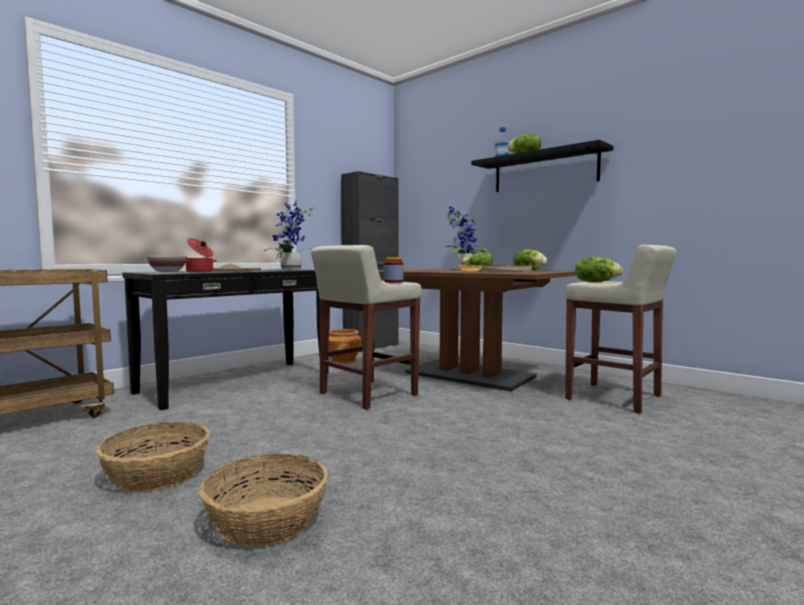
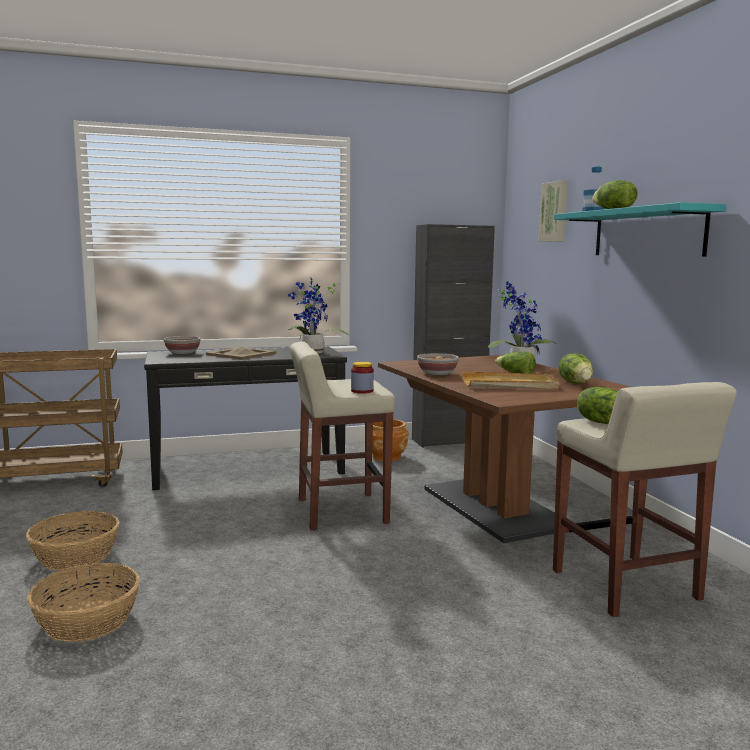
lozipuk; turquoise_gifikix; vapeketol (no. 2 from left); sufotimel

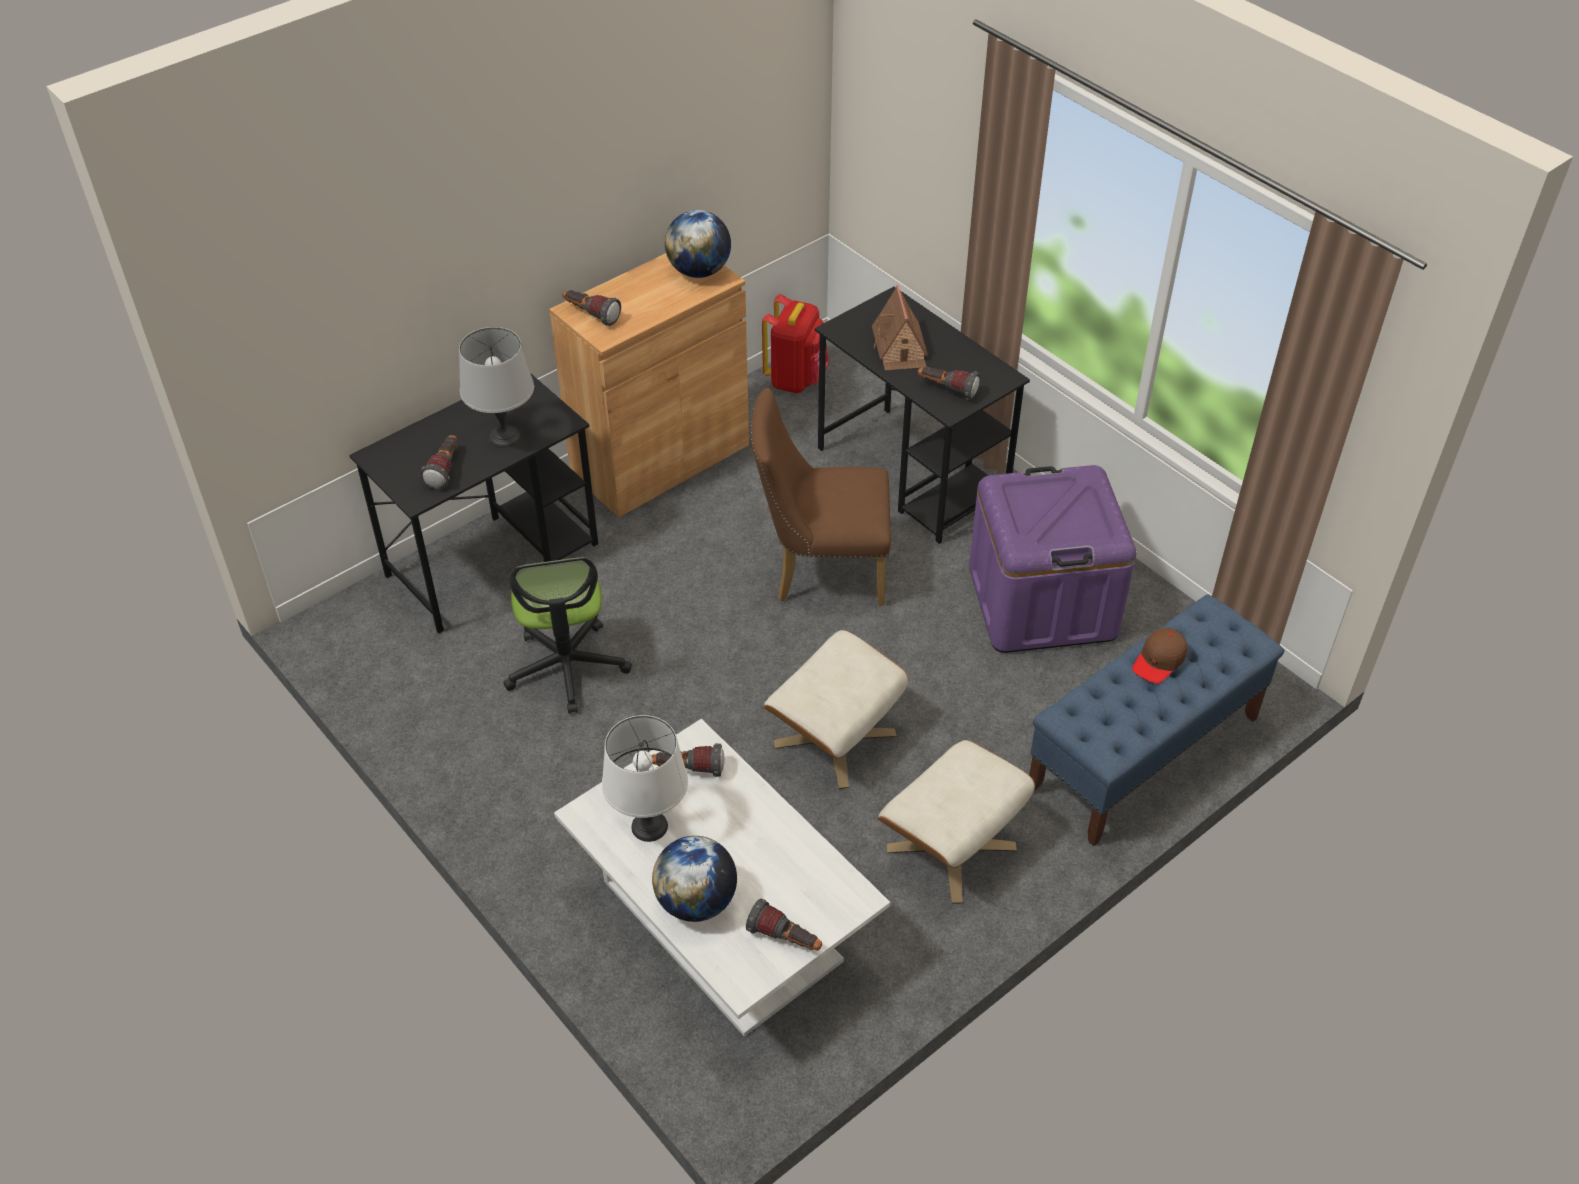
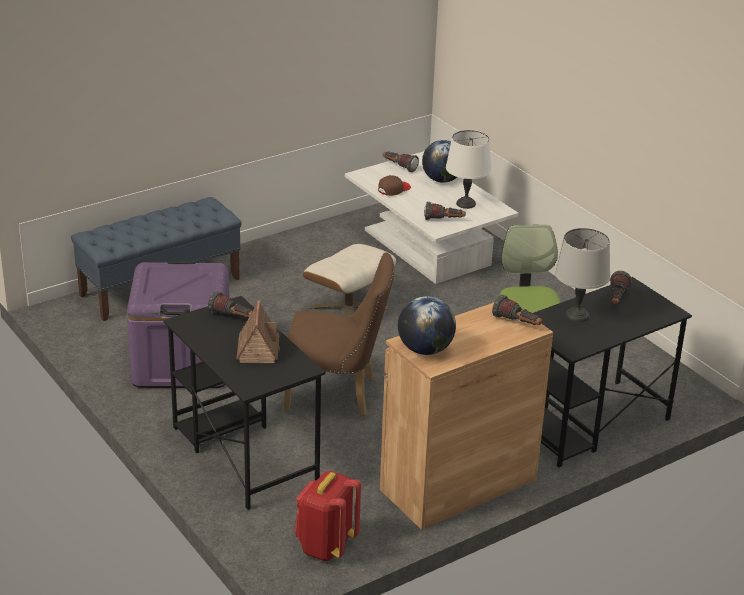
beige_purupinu (no. 2 from left in the first image); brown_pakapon

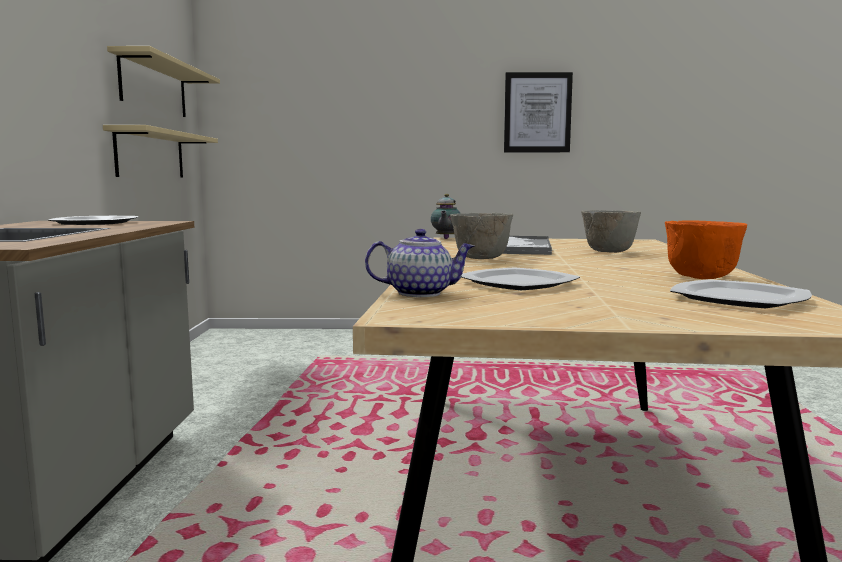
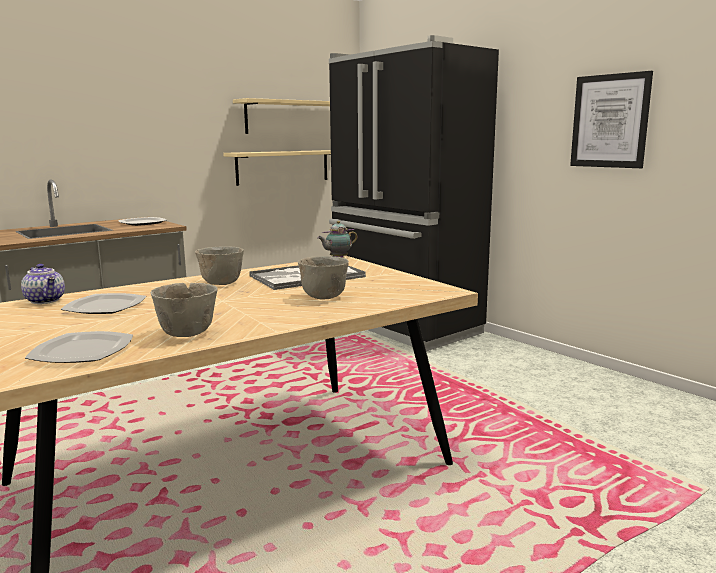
grey_vapeketol (no. 1 from left); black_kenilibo

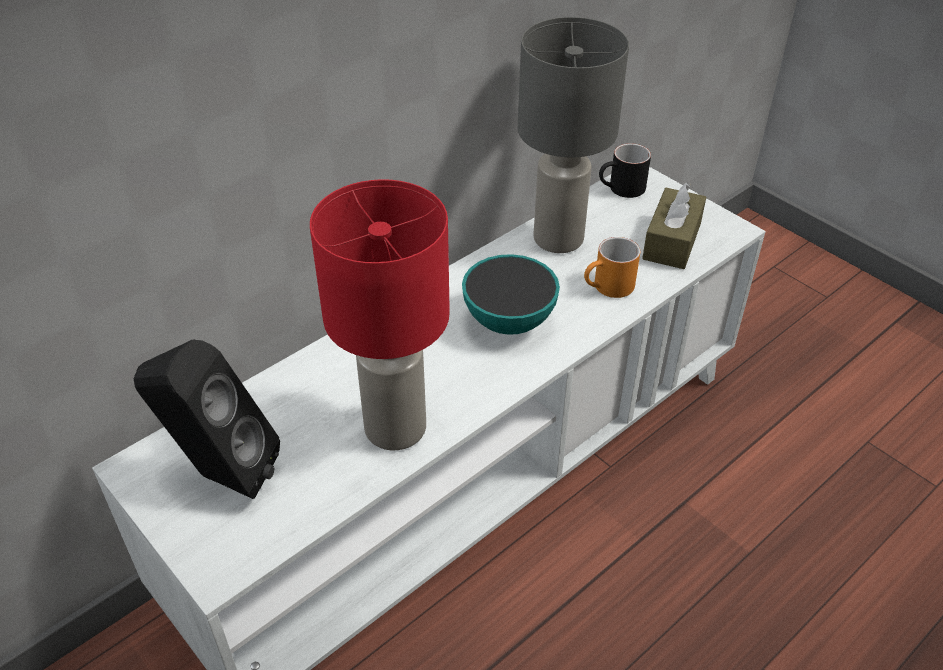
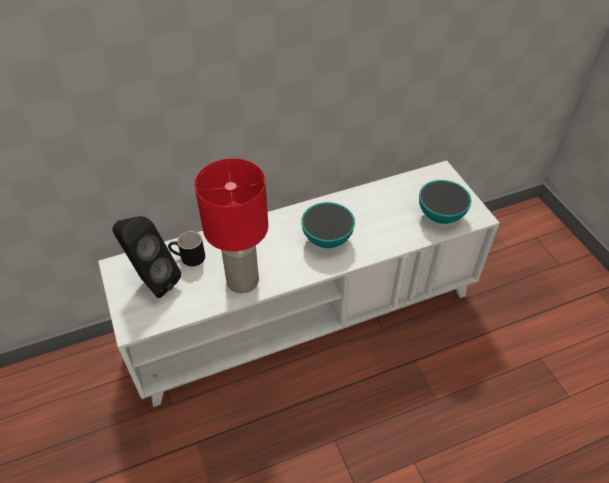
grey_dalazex; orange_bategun; black_bategun; vapeketol (no. 2 from left)

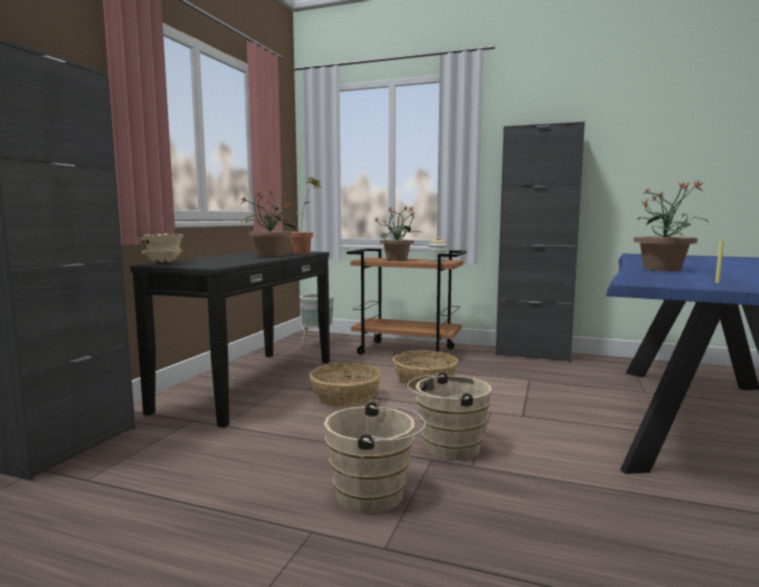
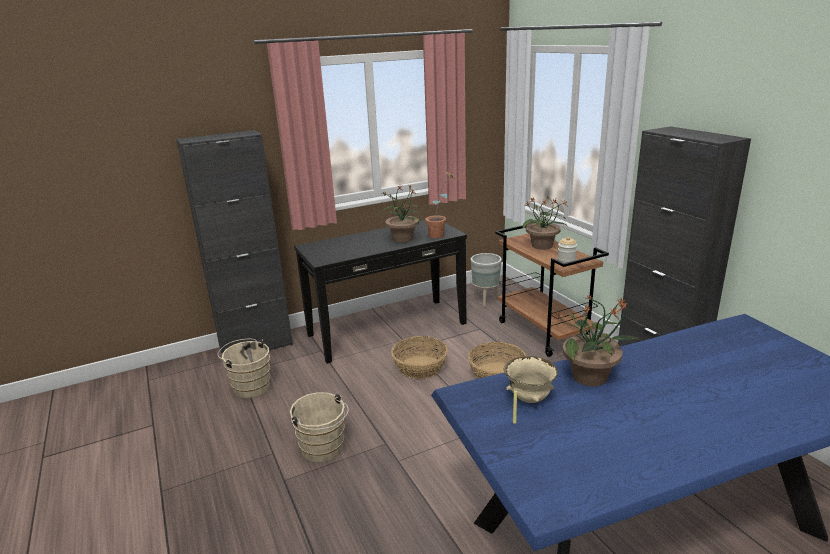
beige_vapeketol; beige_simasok (no. 1 from left)

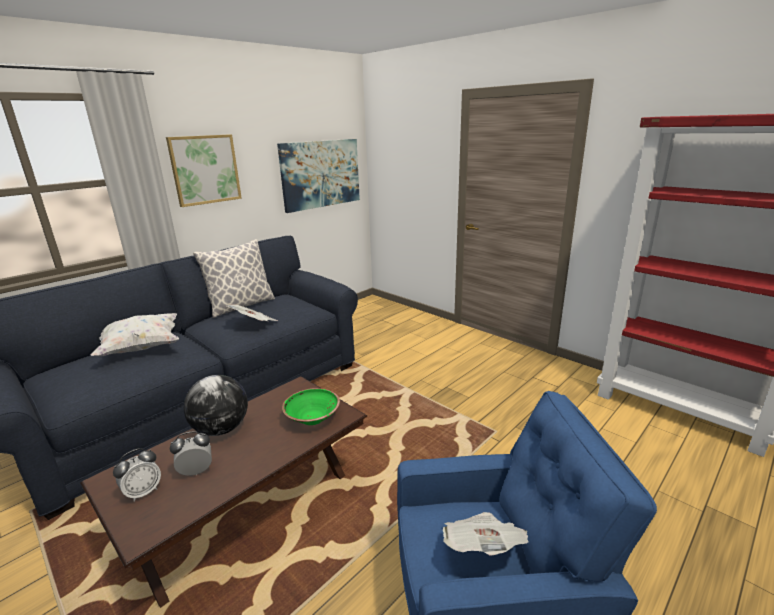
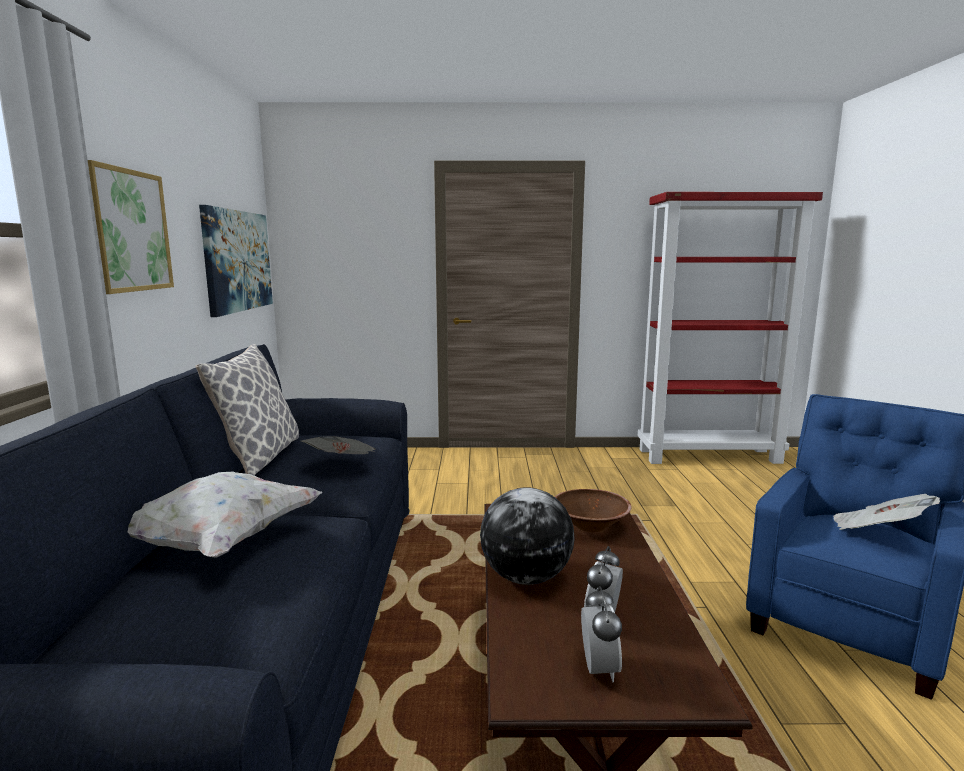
brown_vapeketol

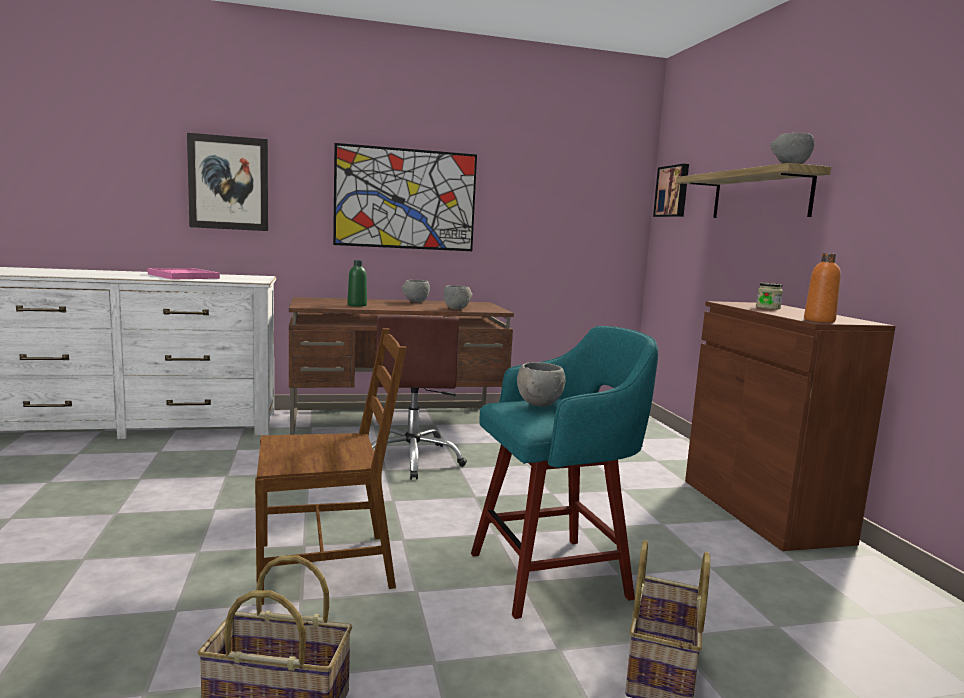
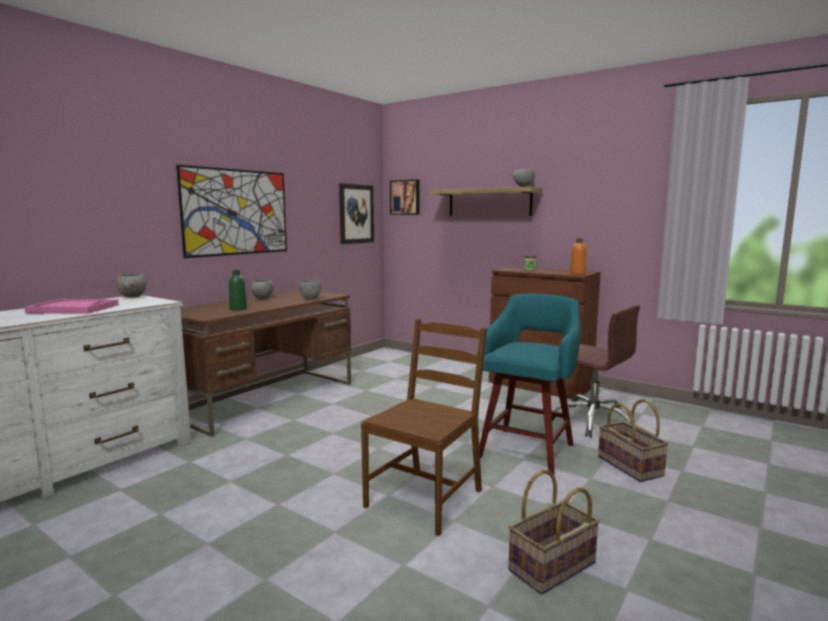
sufotimel (no. 2 from left); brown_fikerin; grey_vapeketol (no. 1 from left)

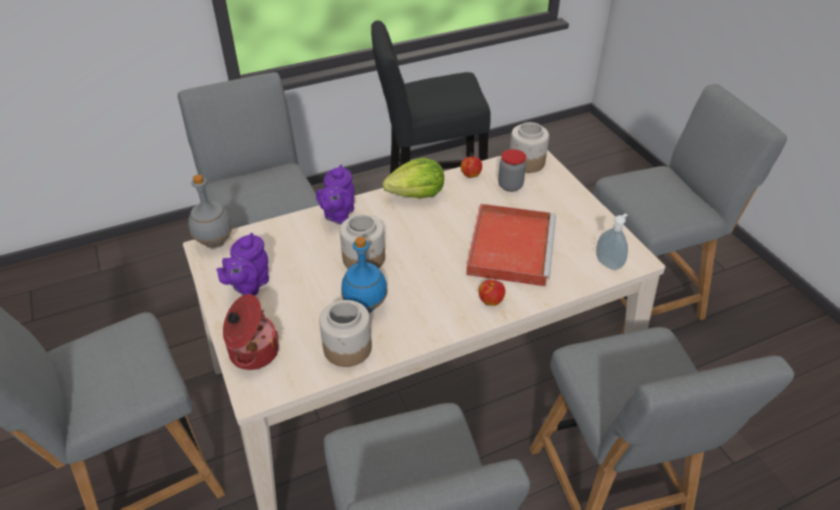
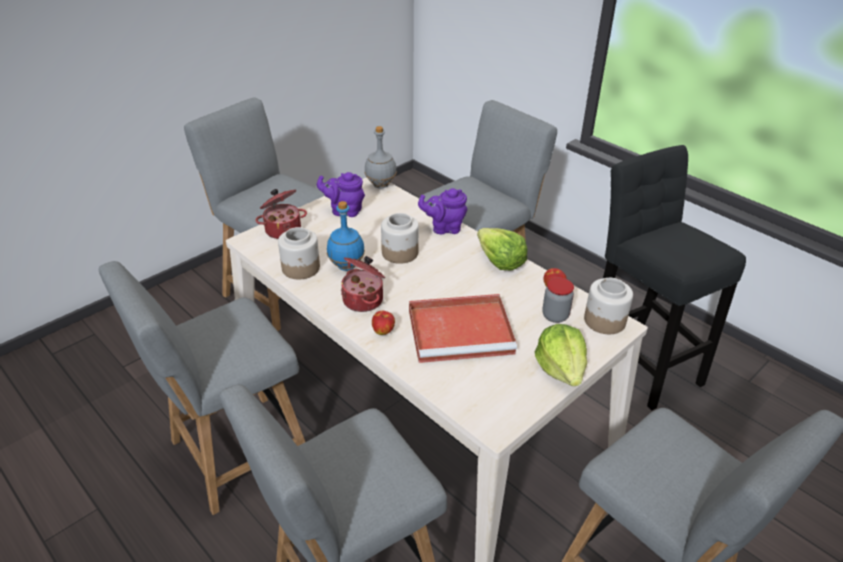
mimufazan; lozipuk (no. 2 from left); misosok (no. 2 from left)

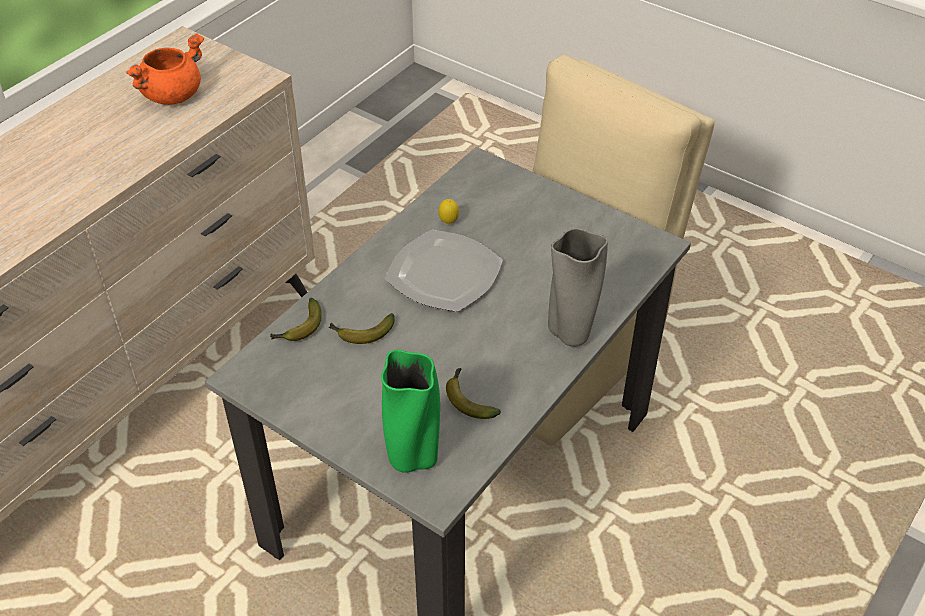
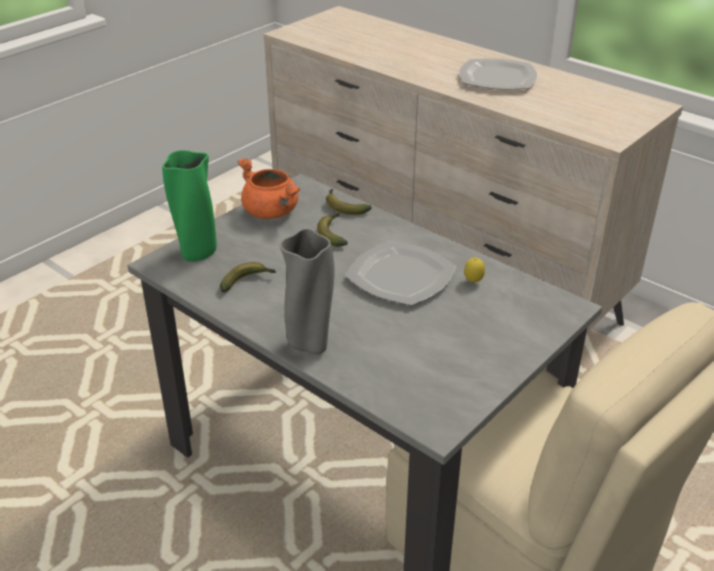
orange_lozipuk; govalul (no. 2 from left)

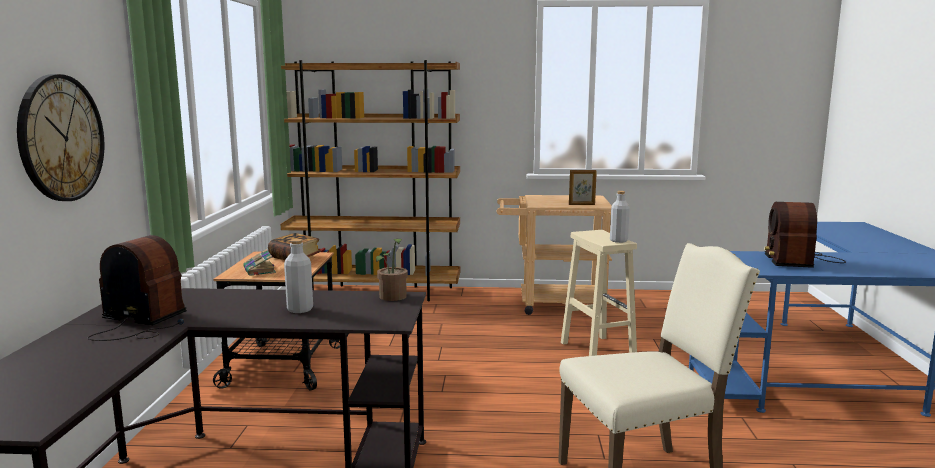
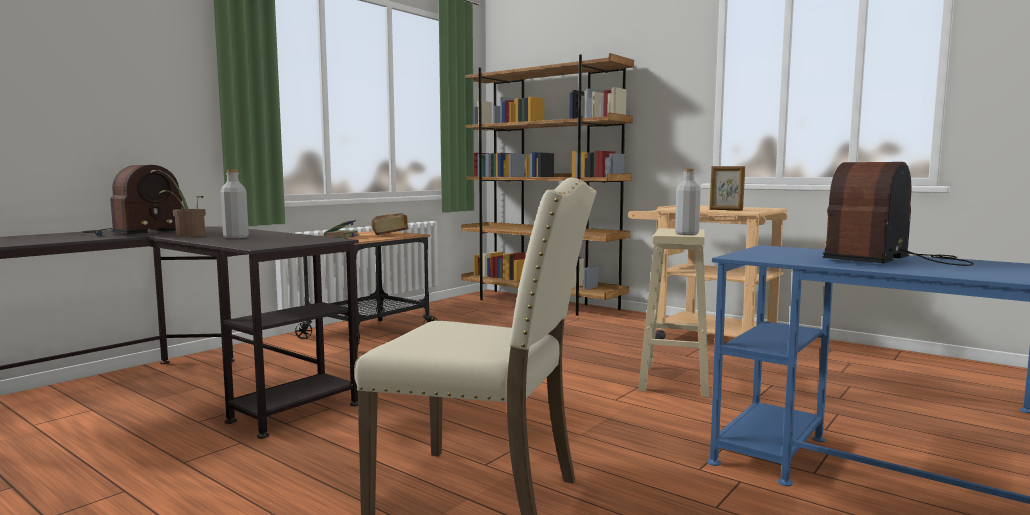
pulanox; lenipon (no. 1 from left); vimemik

